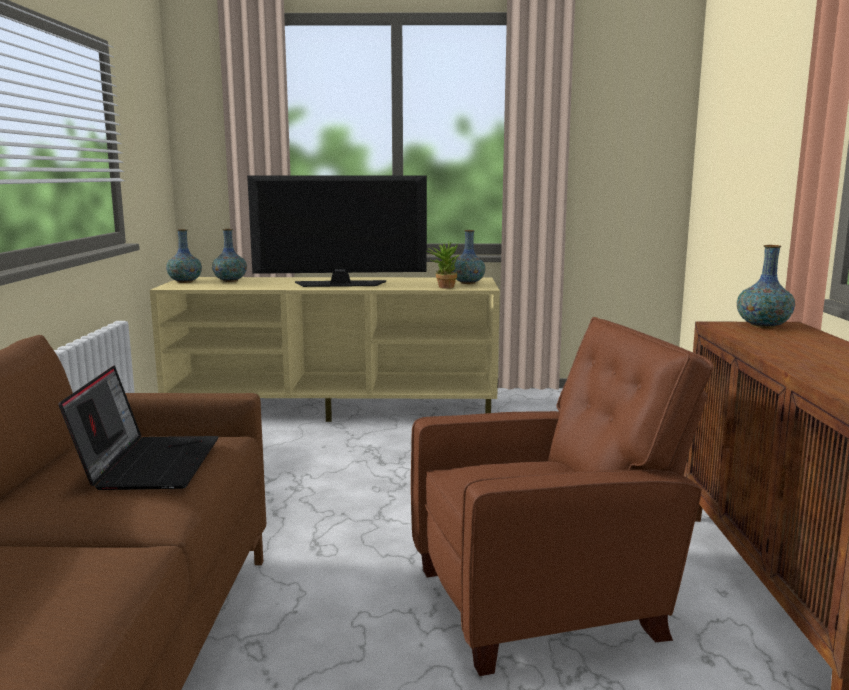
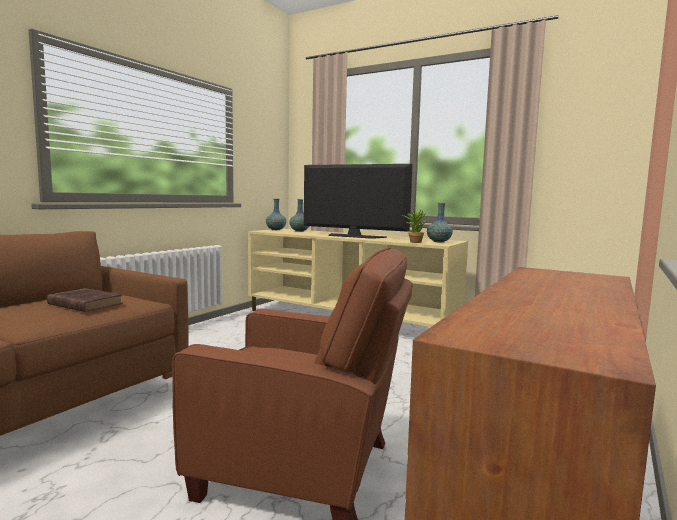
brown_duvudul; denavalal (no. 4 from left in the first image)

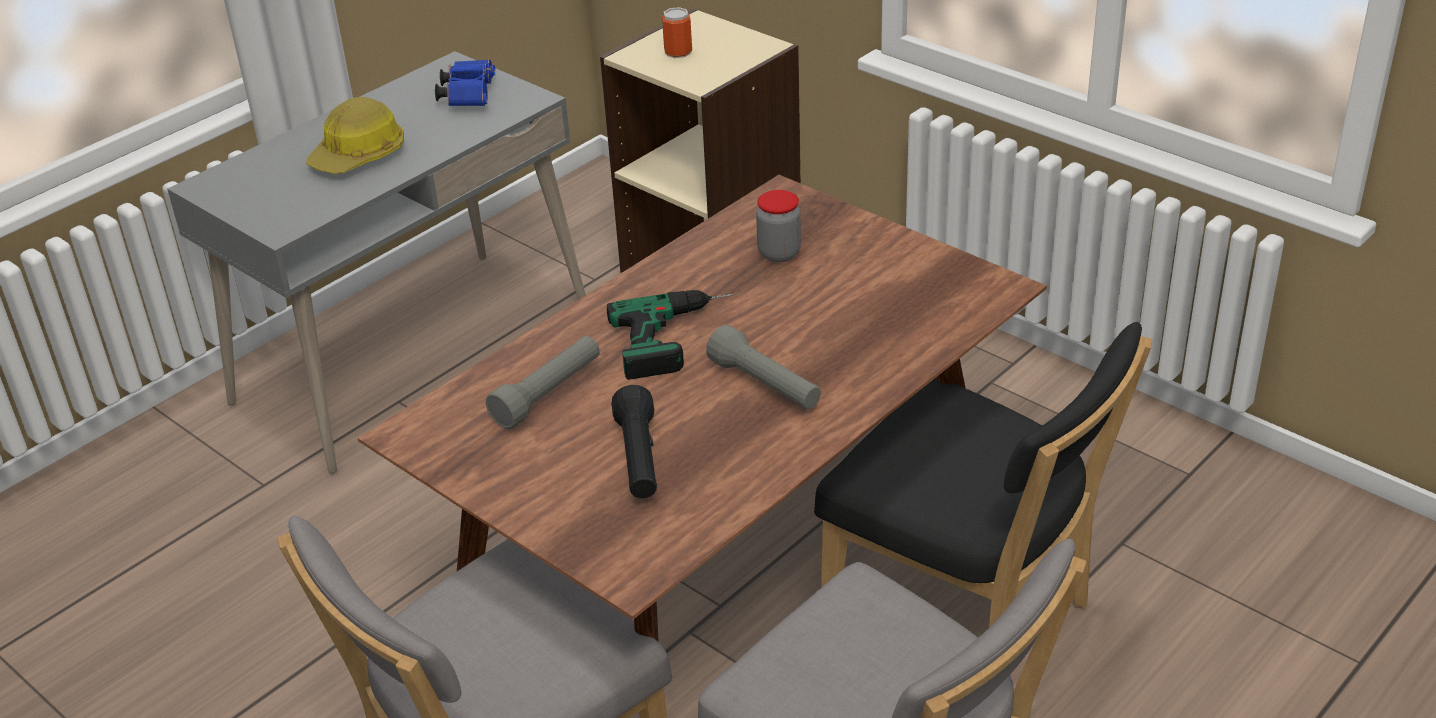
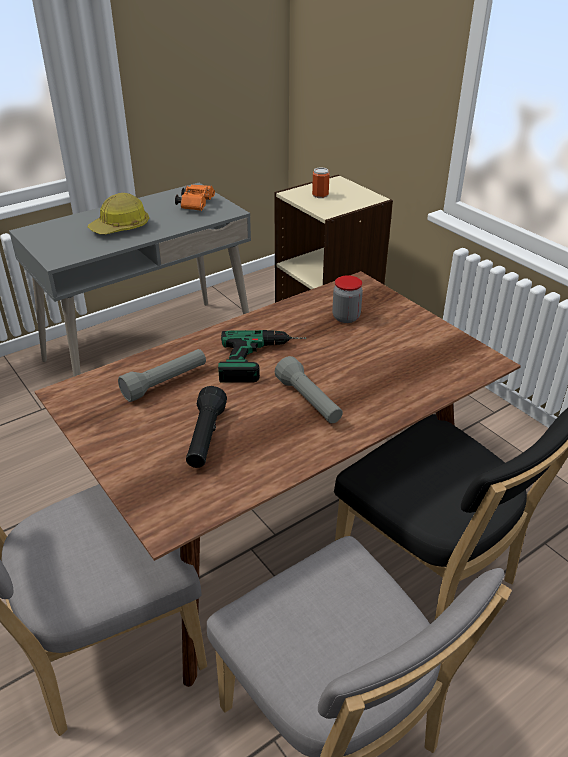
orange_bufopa

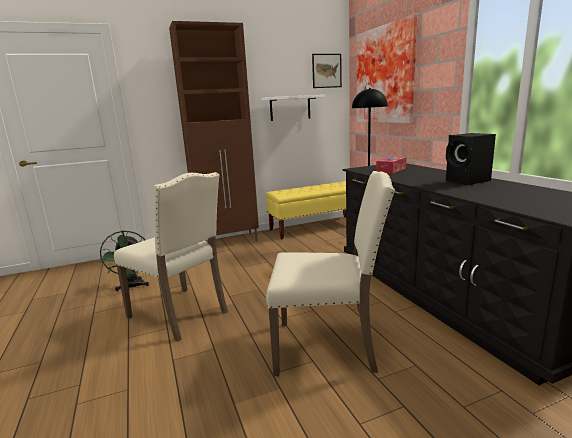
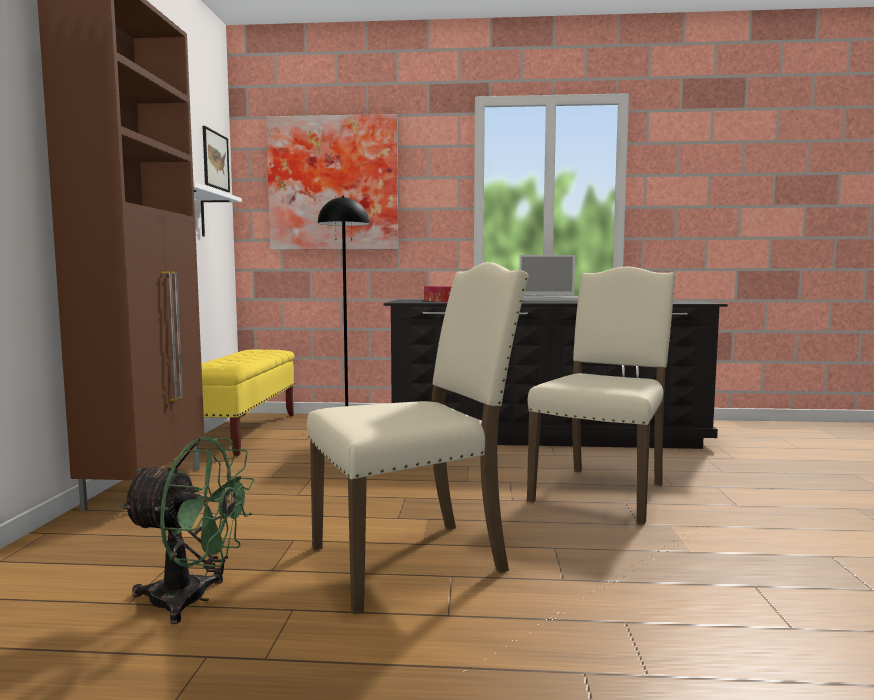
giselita

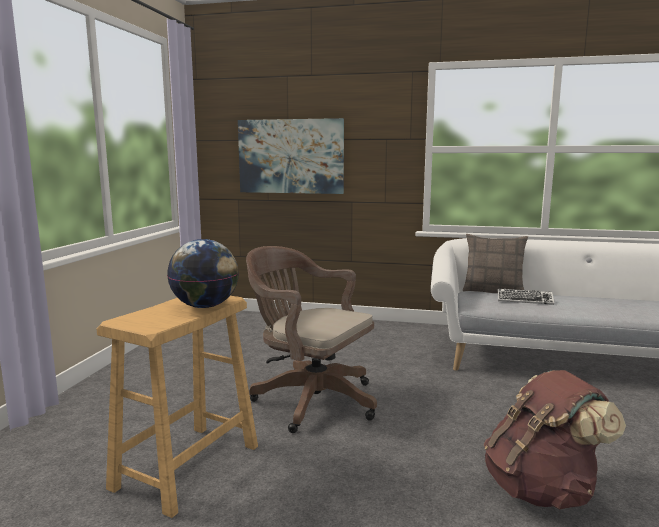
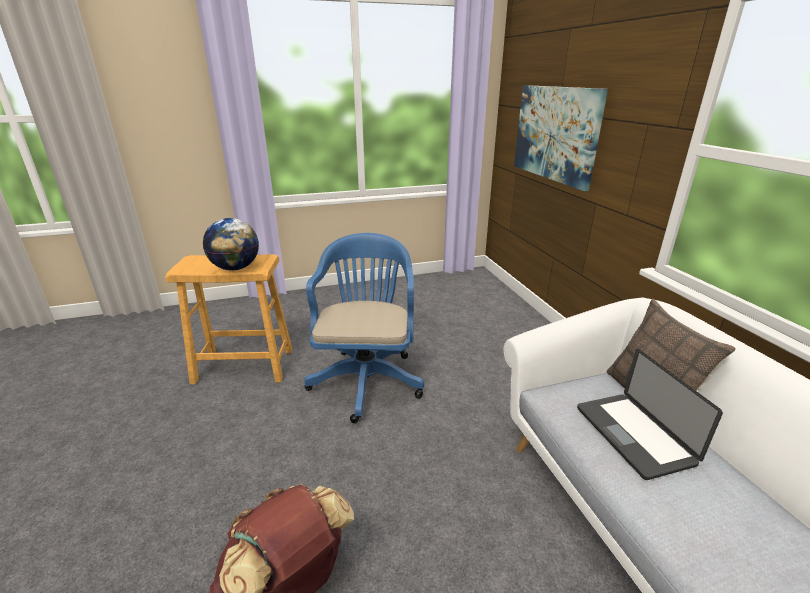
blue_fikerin; giselita

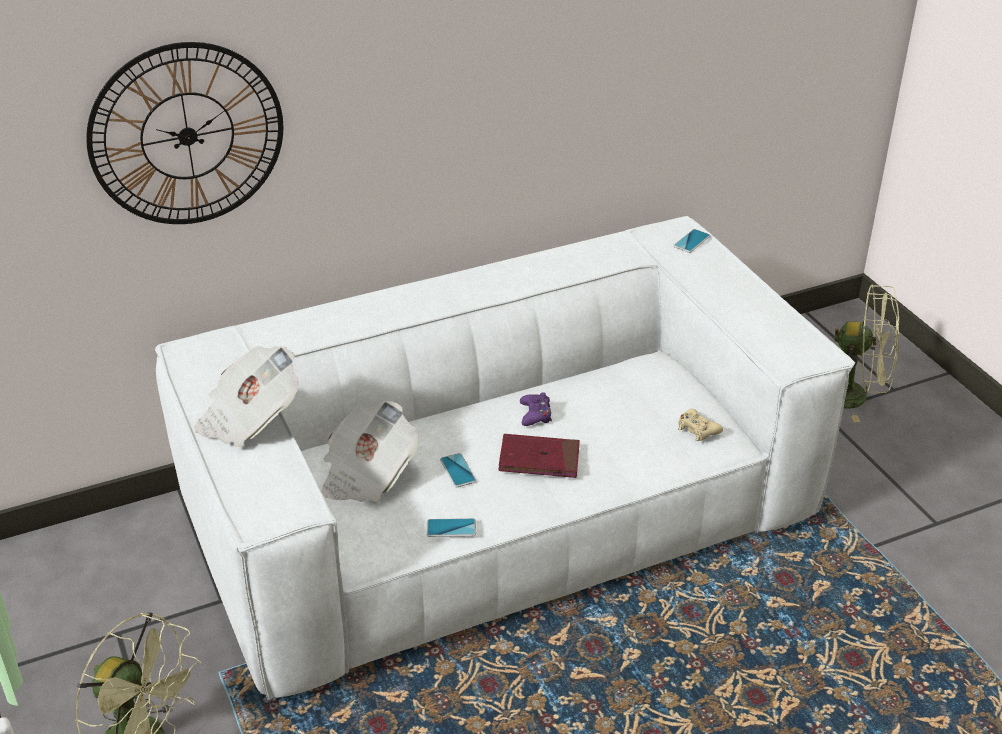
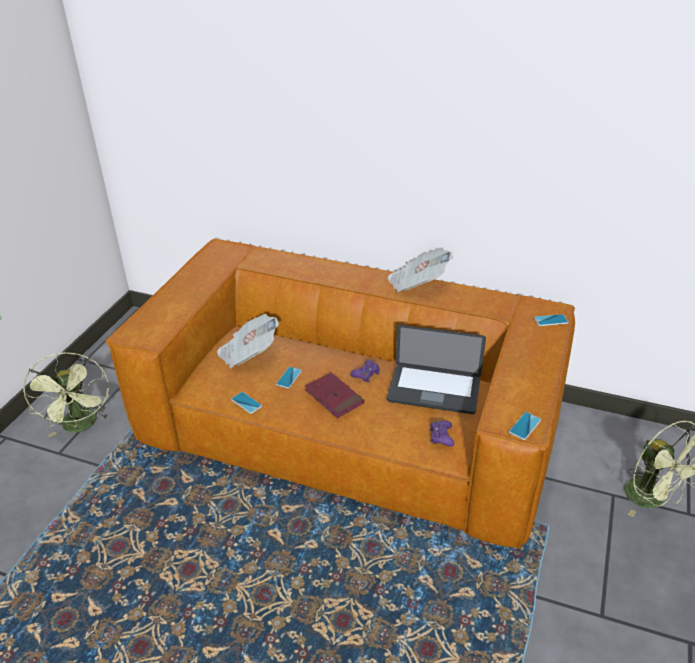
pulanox; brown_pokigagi; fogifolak (no. 2 from left); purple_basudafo (no. 2 from left); giselita; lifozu (no. 3 from left)

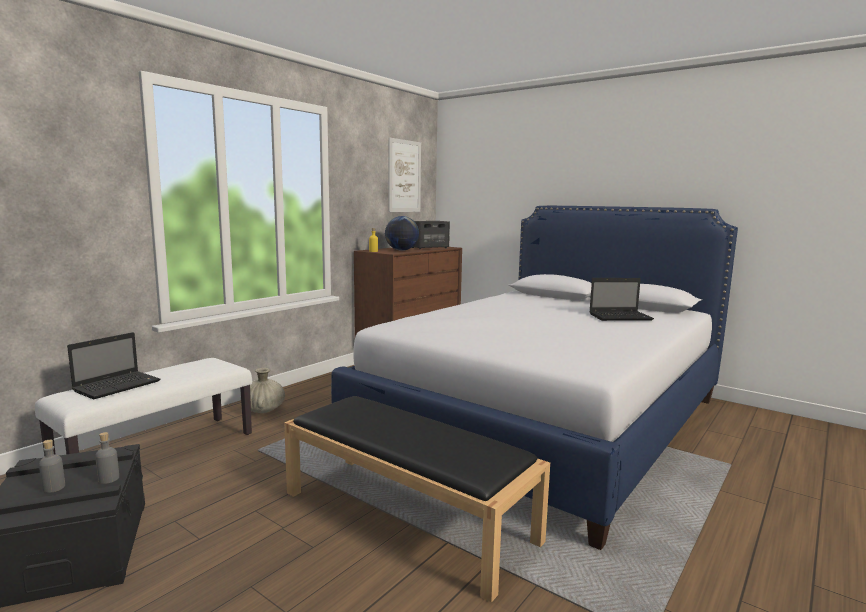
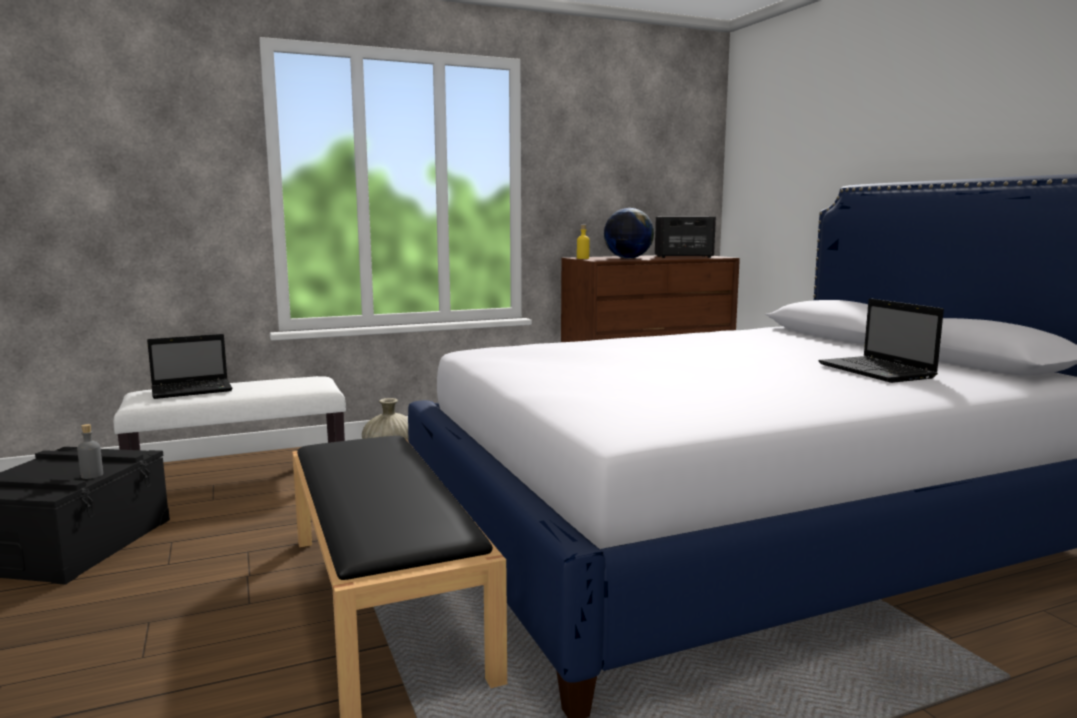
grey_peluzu (no. 1 from left in the first image); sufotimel; giselita (no. 2 from left)

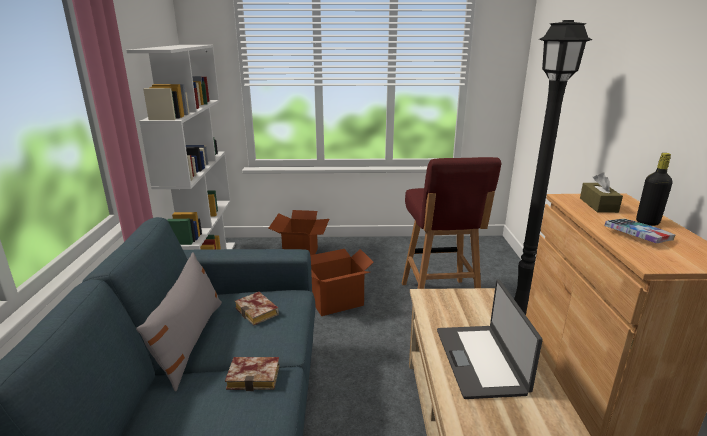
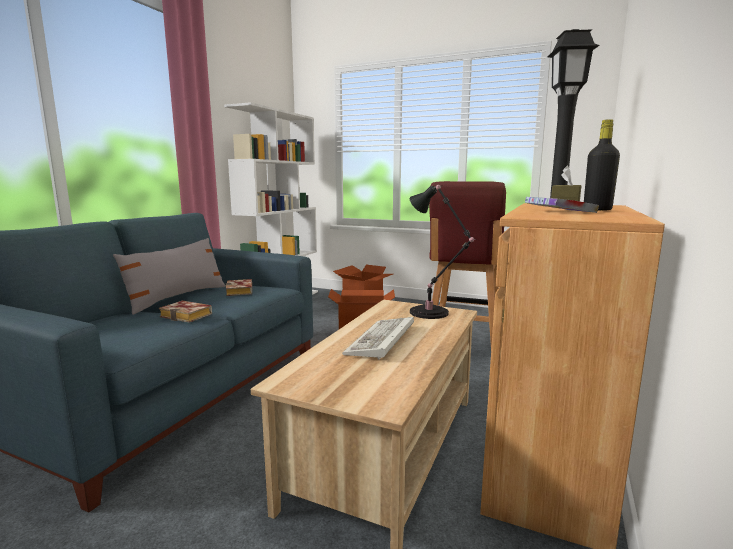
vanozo; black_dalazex

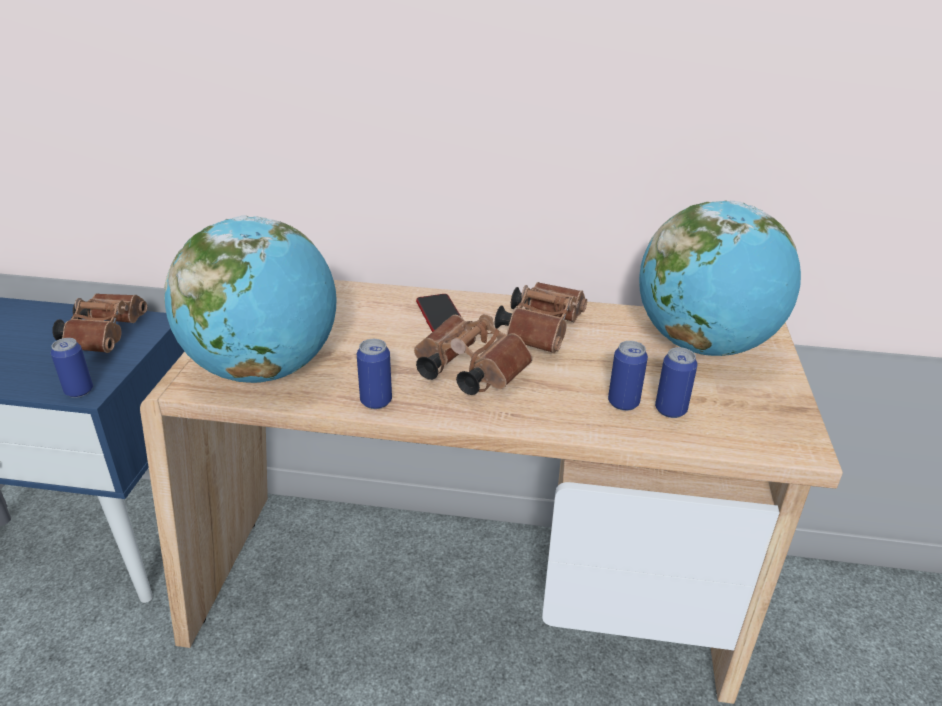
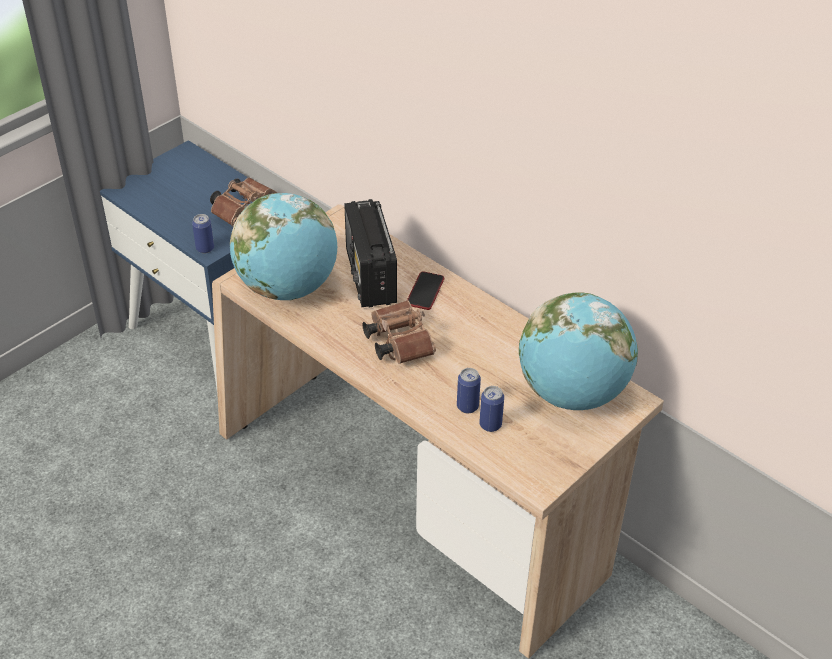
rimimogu (no. 2 from left in the first image); brown_bufopa (no. 3 from left in the first image); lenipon

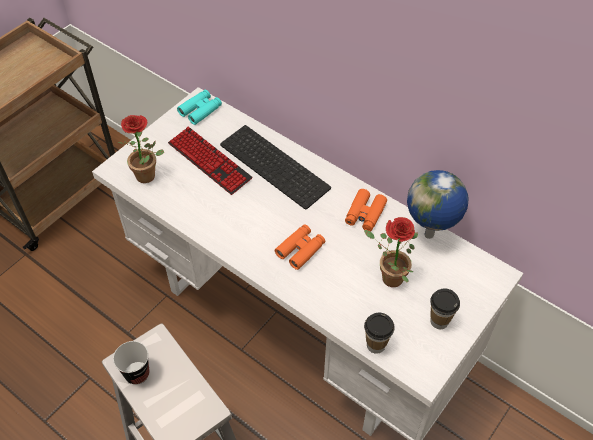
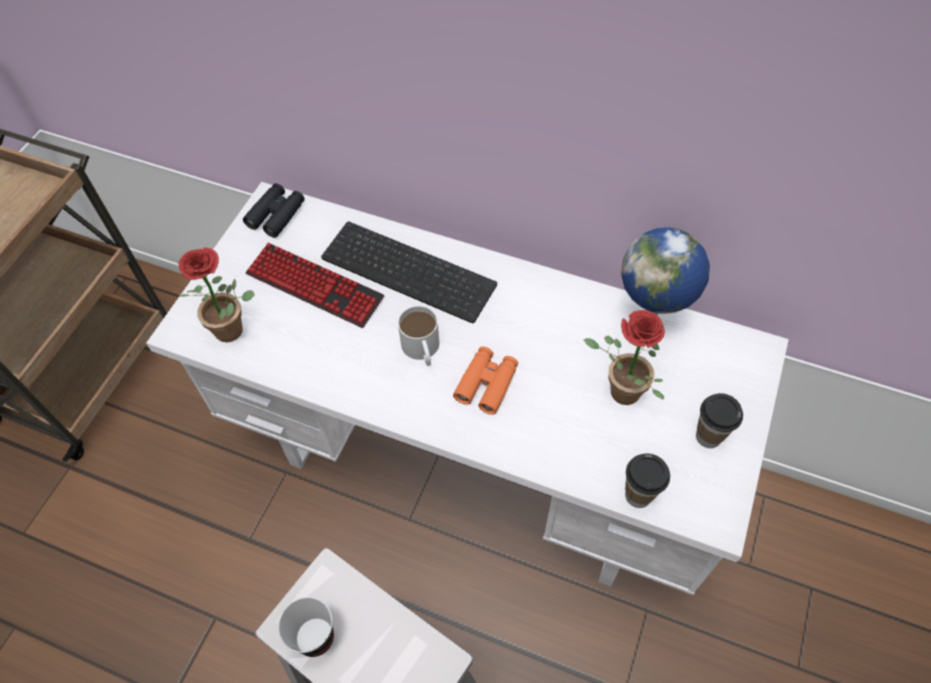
black_bufopa; orange_bufopa (no. 2 from left in the first image); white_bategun

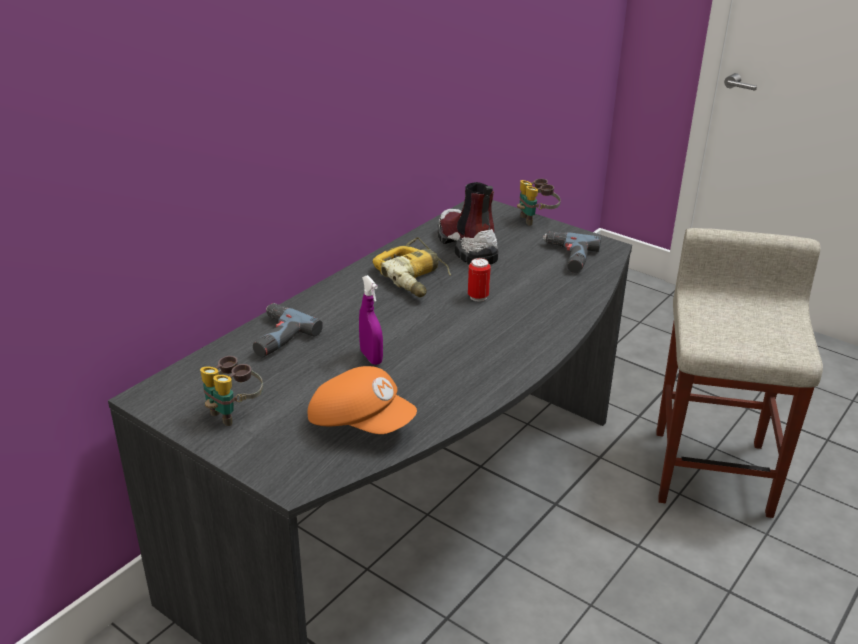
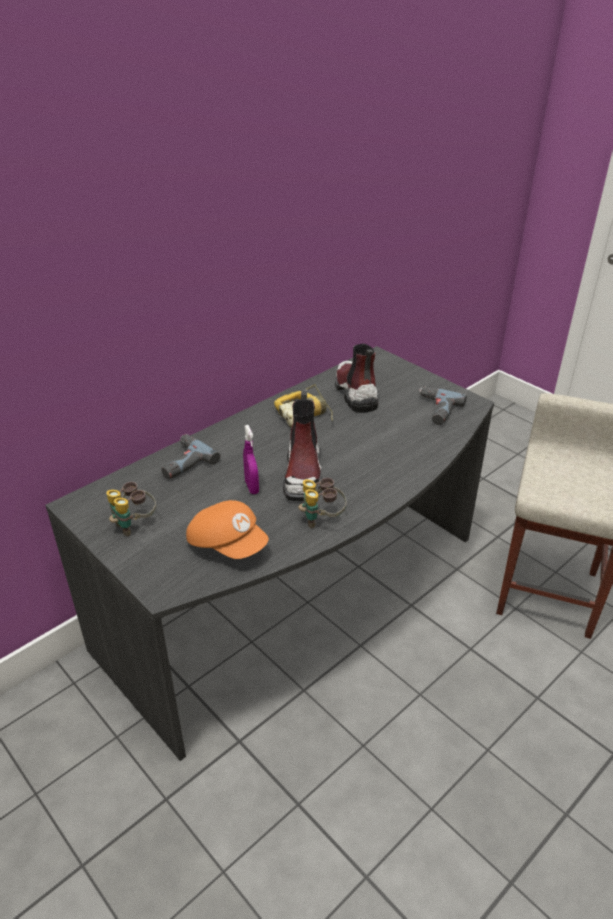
rimimogu; bufopa (no. 2 from left); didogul (no. 1 from left)

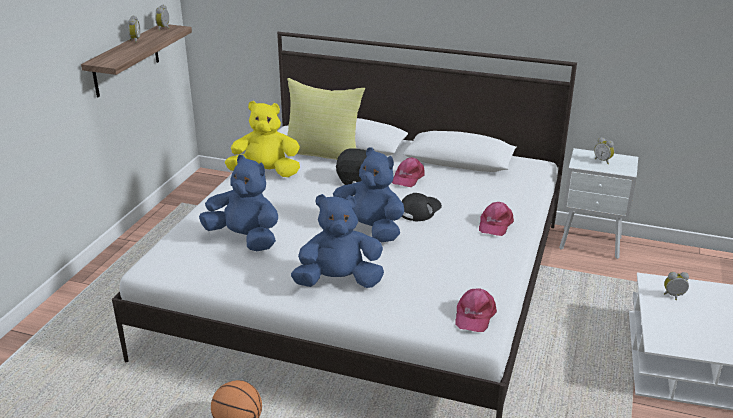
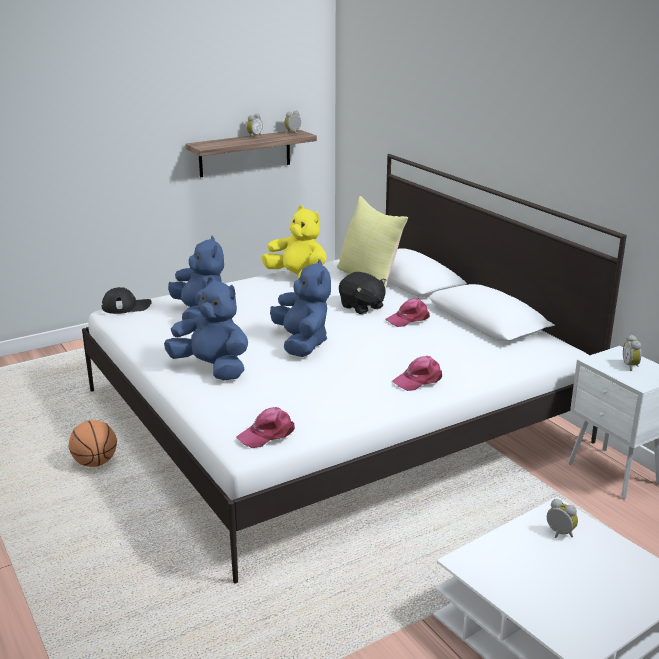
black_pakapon

